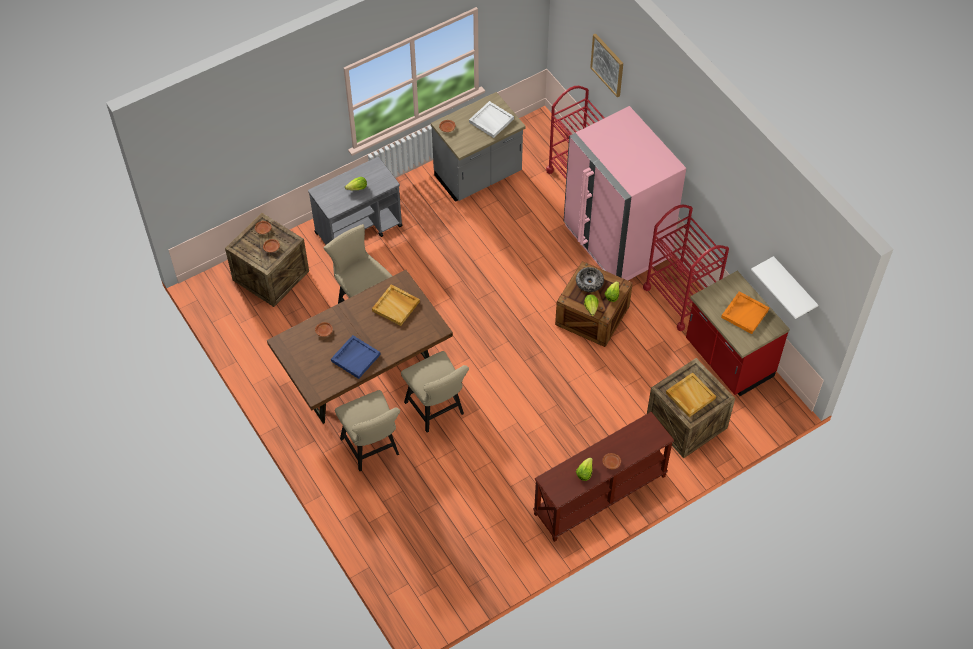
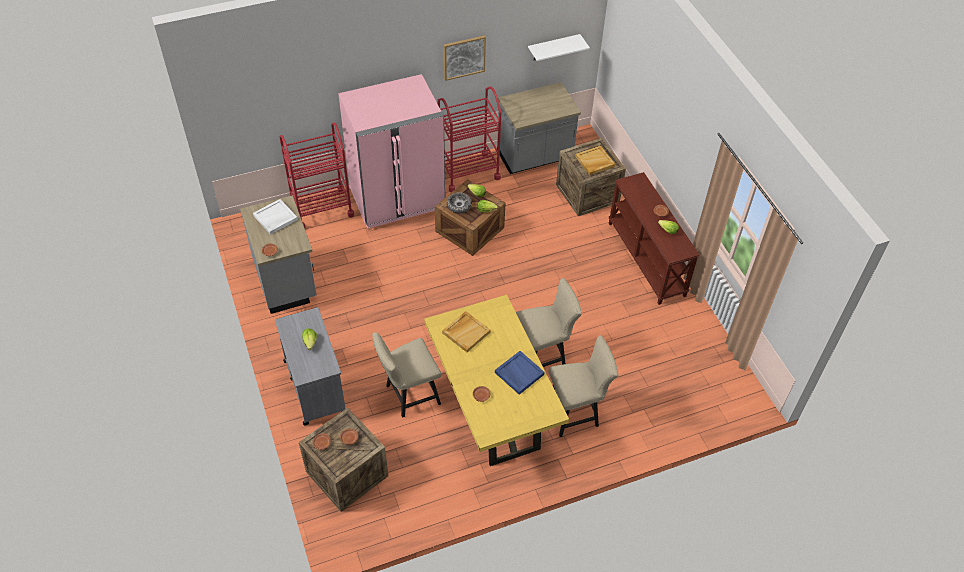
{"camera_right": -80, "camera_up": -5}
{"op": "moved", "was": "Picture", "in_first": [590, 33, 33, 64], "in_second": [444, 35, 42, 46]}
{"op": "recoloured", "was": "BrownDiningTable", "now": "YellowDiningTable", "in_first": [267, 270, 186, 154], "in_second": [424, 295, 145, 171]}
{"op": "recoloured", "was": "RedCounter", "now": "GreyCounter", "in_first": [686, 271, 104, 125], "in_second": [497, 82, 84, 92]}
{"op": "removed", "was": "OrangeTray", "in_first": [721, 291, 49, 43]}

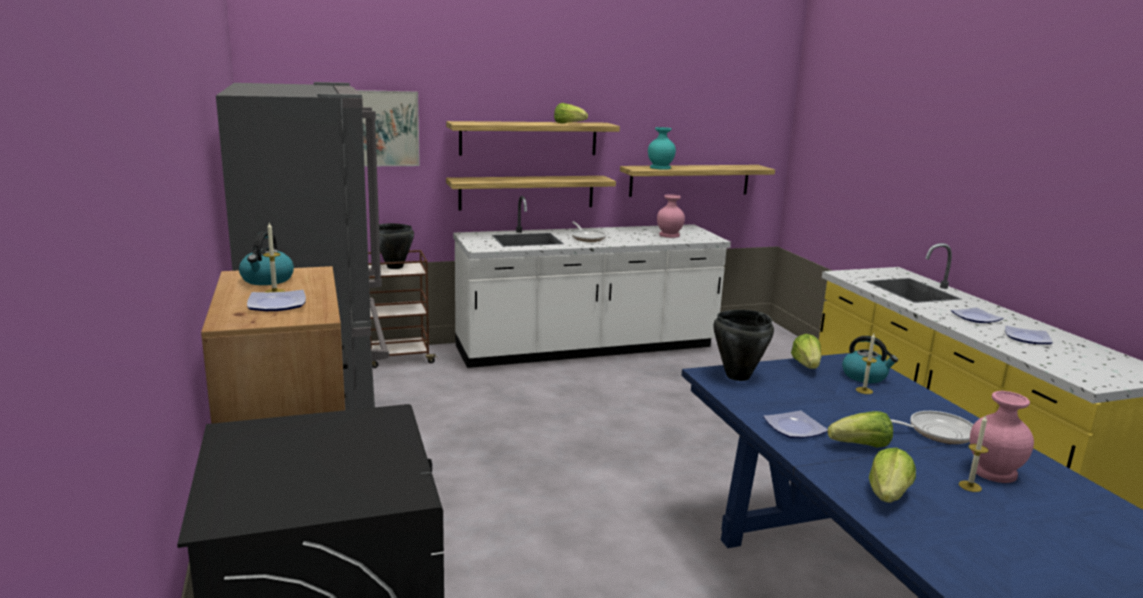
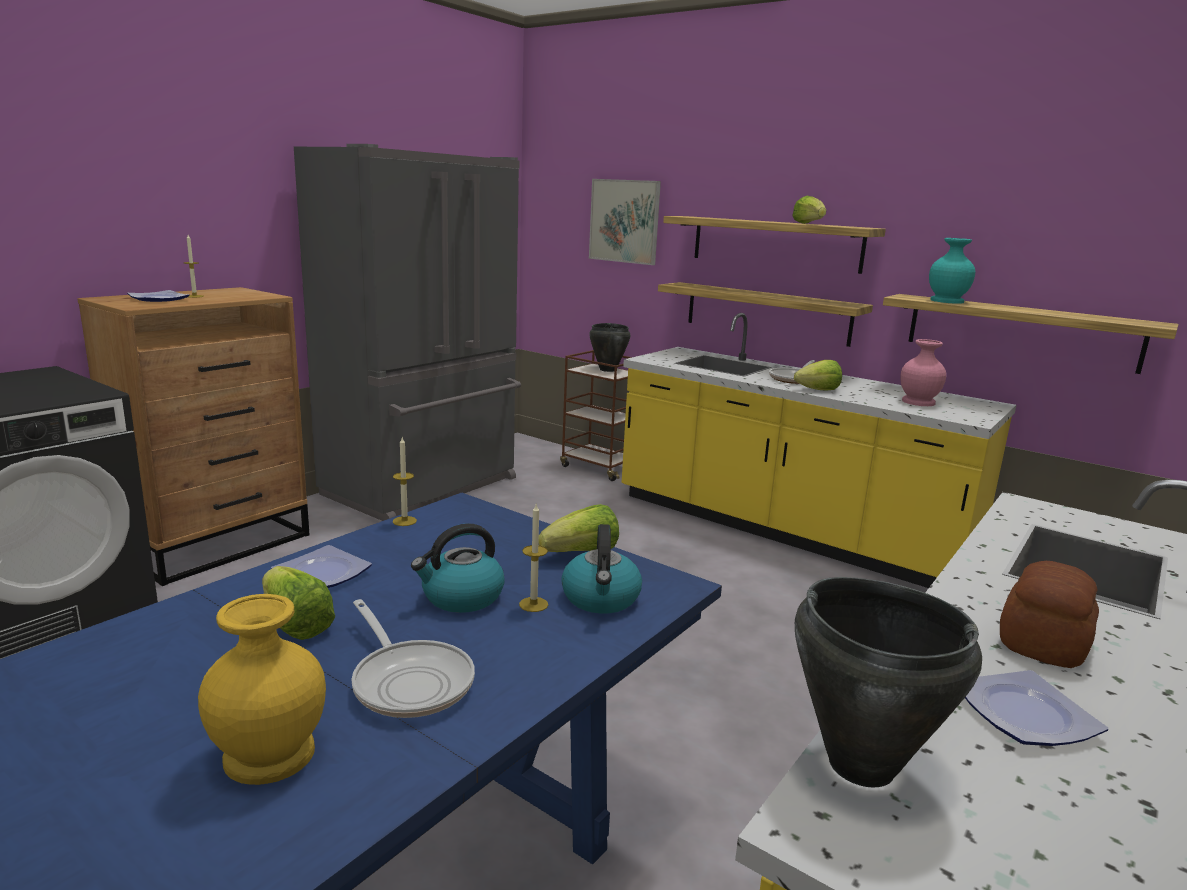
{"camera_right": 55, "camera_up": 0}
{"op": "recoloured", "was": "WhiteCounter", "now": "YellowCounter", "in_first": [453, 196, 278, 172], "in_second": [622, 313, 394, 275]}
{"op": "moved", "was": "Kettle", "in_first": [239, 231, 55, 54], "in_second": [411, 523, 94, 90]}
{"op": "replaced", "was": "Plate", "now": "Bread", "in_first": [951, 308, 52, 15], "in_second": [1000, 561, 99, 107]}
{"op": "moved", "was": "BlackCookingPot", "in_first": [713, 310, 61, 71], "in_second": [795, 577, 187, 211]}
{"op": "recoloured", "was": "PinkVase", "now": "YellowVase", "in_first": [970, 391, 64, 92], "in_second": [198, 594, 128, 191]}
{"op": "moved", "was": "Candle", "in_first": [959, 415, 30, 77], "in_second": [393, 437, 24, 89]}
{"op": "moved", "was": "Lettuce", "in_first": [869, 448, 47, 55], "in_second": [794, 360, 48, 30]}

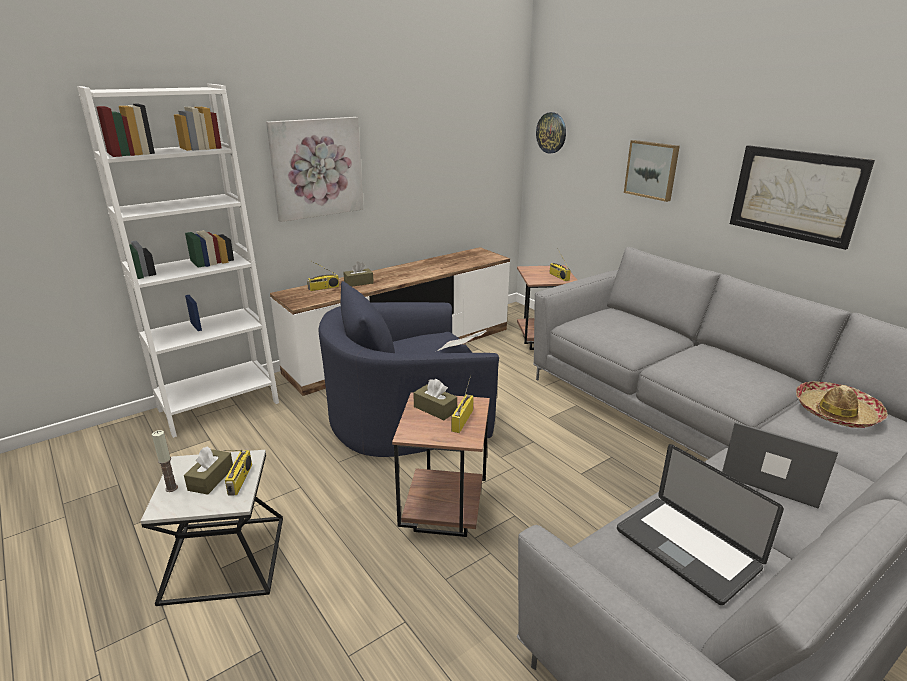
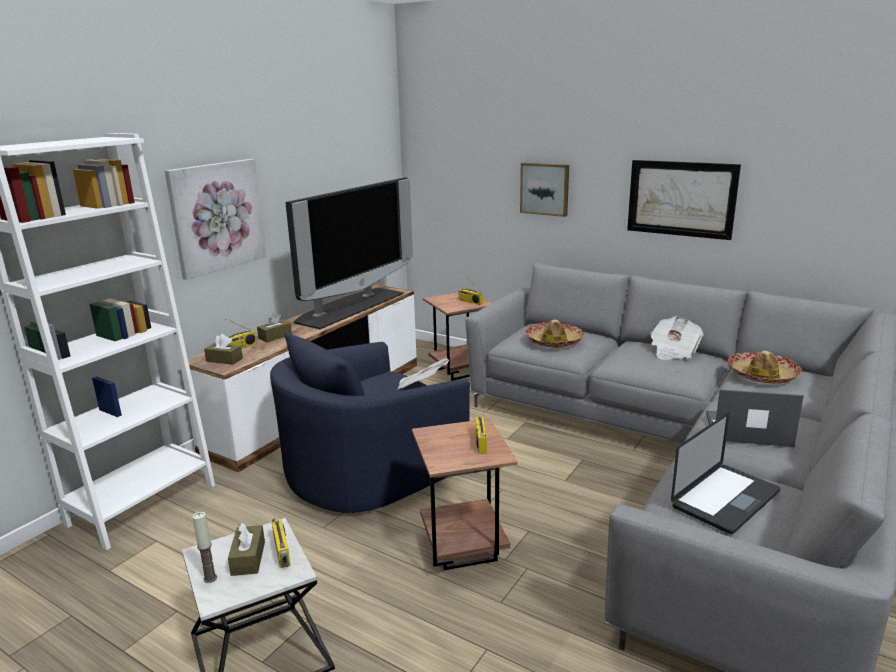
{"camera_right": -20, "camera_up": -5}
{"op": "removed", "was": "WallClock", "in_first": [536, 112, 30, 42]}
{"op": "moved", "was": "BrownTissueBox", "in_first": [413, 379, 44, 41], "in_second": [204, 334, 39, 31]}
{"op": "turned", "was": "Laptop", "in_first": [617, 444, 167, 161], "in_second": [671, 412, 109, 122], "clockwise": -75}
{"op": "added", "now": "Television", "in_second": [286, 177, 127, 152]}
{"op": "added", "now": "Newspaper", "in_second": [650, 316, 53, 44]}
{"op": "added", "now": "Hat", "in_second": [525, 320, 59, 28]}

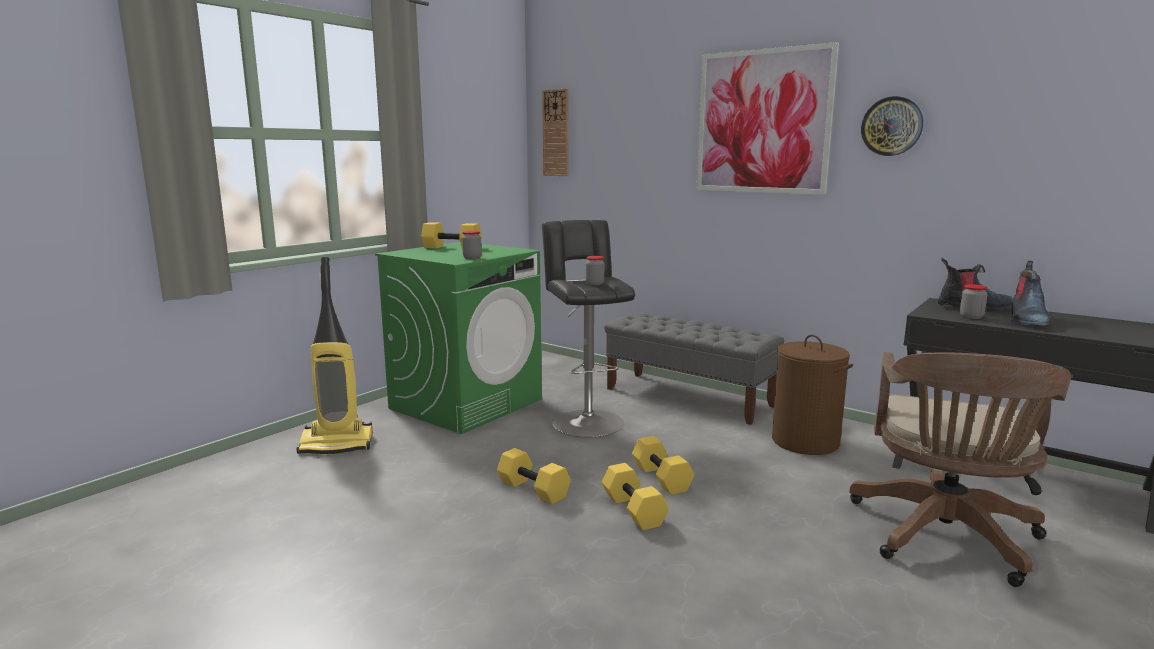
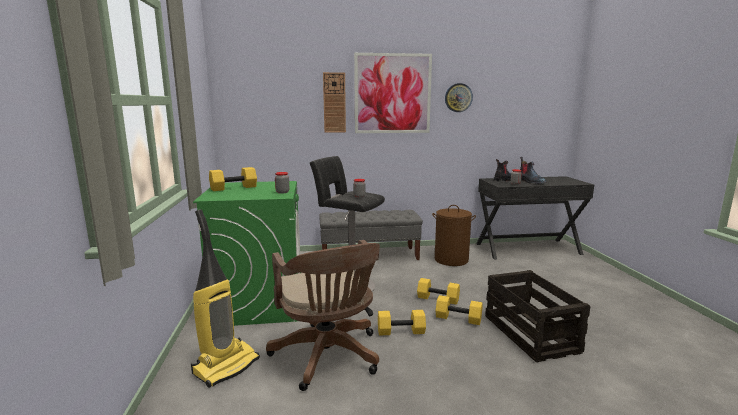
{"camera_right": -45, "camera_up": 0}
{"op": "moved", "was": "WallClock", "in_first": [542, 89, 27, 87], "in_second": [323, 72, 23, 61]}
{"op": "moved", "was": "BrownOfficeChair", "in_first": [849, 352, 222, 235], "in_second": [266, 240, 114, 151]}
{"op": "added", "now": "Crate", "in_second": [485, 270, 106, 92]}

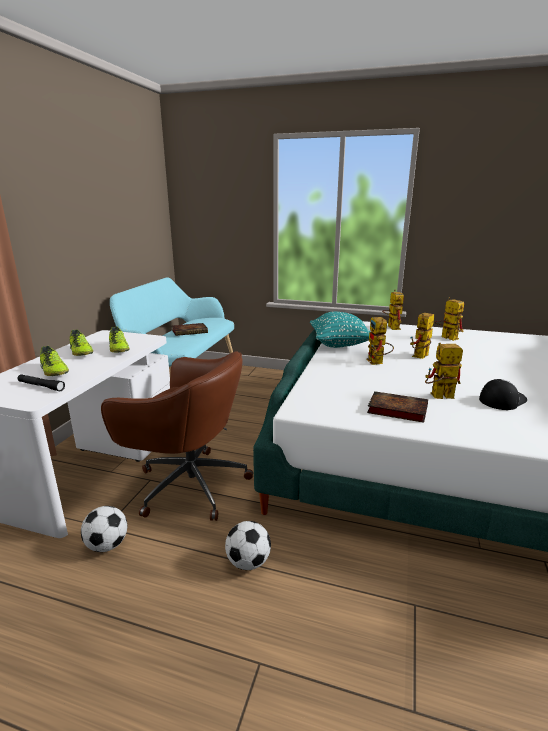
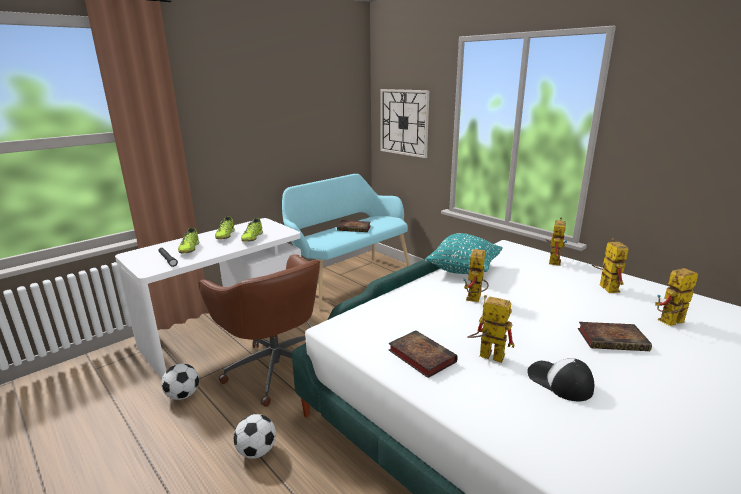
{"camera_right": 30, "camera_up": 0}
{"op": "moved", "was": "ToyRobot", "in_first": [410, 313, 24, 46], "in_second": [655, 268, 43, 58]}
{"op": "turned", "was": "Cap", "in_first": [479, 379, 48, 31], "in_second": [527, 358, 67, 43], "clockwise": -120}
{"op": "added", "now": "WallClock", "in_second": [380, 89, 50, 69]}
{"op": "added", "now": "Book", "in_second": [578, 322, 74, 29]}

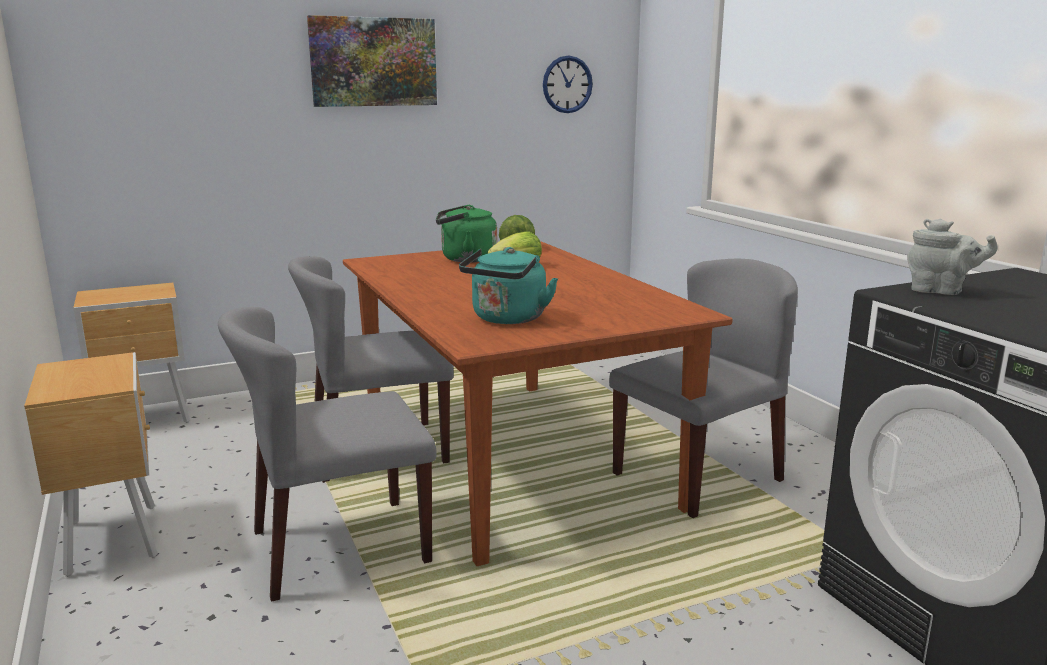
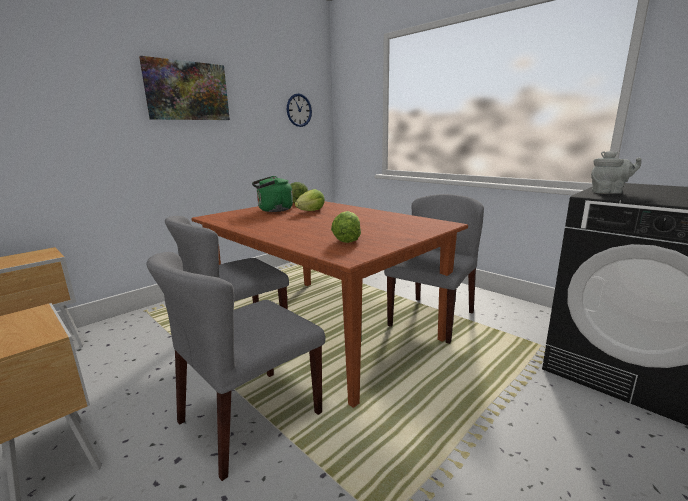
{"camera_right": -20, "camera_up": 0}
{"op": "replaced", "was": "TurquoiseKettle", "now": "Lettuce", "in_first": [459, 247, 99, 77], "in_second": [331, 211, 30, 32]}

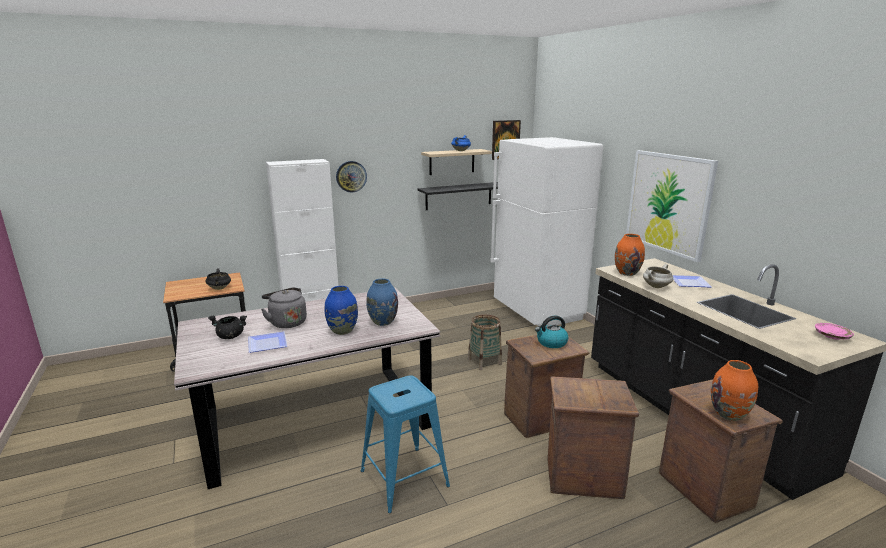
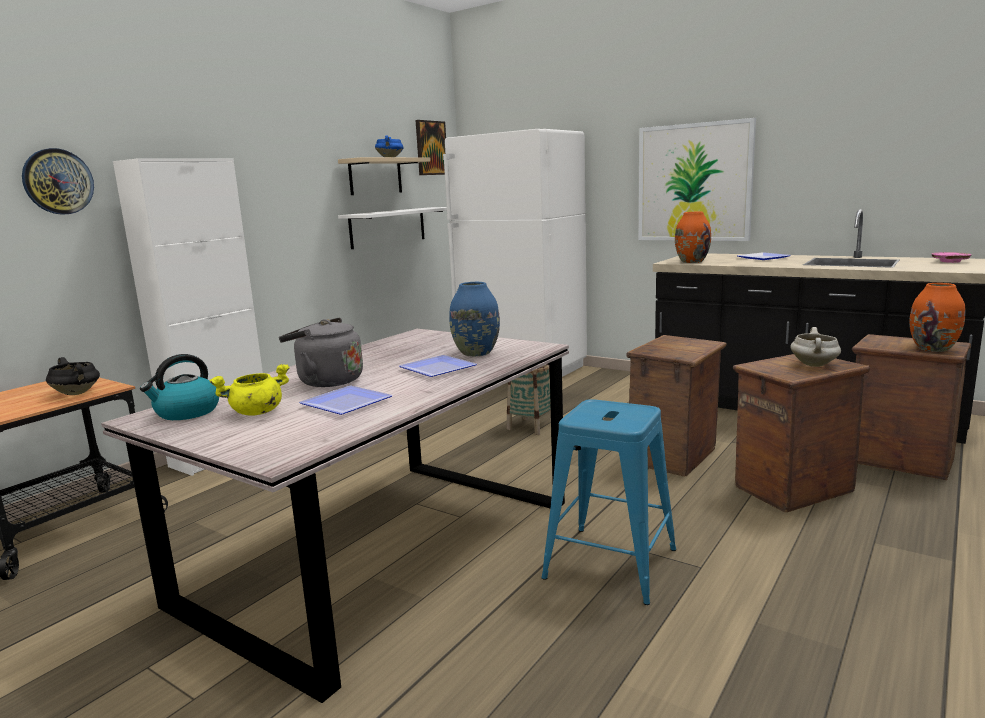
{"camera_right": -30, "camera_up": -5}
{"op": "moved", "was": "WallClock", "in_first": [336, 161, 31, 32], "in_second": [22, 148, 72, 67]}
{"op": "recoloured", "was": "BlackShelf", "now": "WhiteShelf", "in_first": [418, 182, 80, 28], "in_second": [338, 207, 109, 42]}
{"op": "moved", "was": "WhiteCookingPot", "in_first": [643, 264, 30, 24], "in_second": [790, 327, 51, 40]}
{"op": "replaced", "was": "BlueVase", "now": "Plate", "in_first": [325, 286, 33, 49], "in_second": [399, 355, 78, 22]}
{"op": "recoloured", "was": "BlackCookingPot", "now": "YellowCookingPot", "in_first": [208, 315, 39, 24], "in_second": [209, 364, 81, 52]}
{"op": "moved", "was": "Kettle", "in_first": [535, 316, 34, 32], "in_second": [140, 354, 79, 66]}

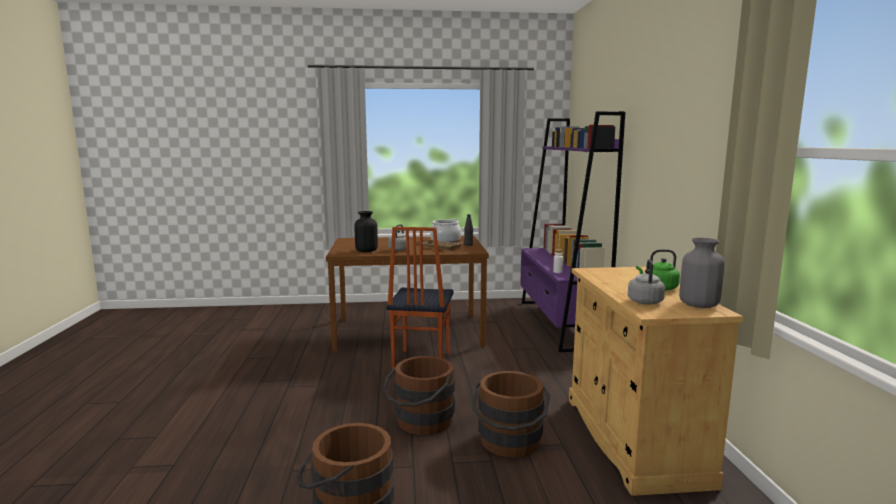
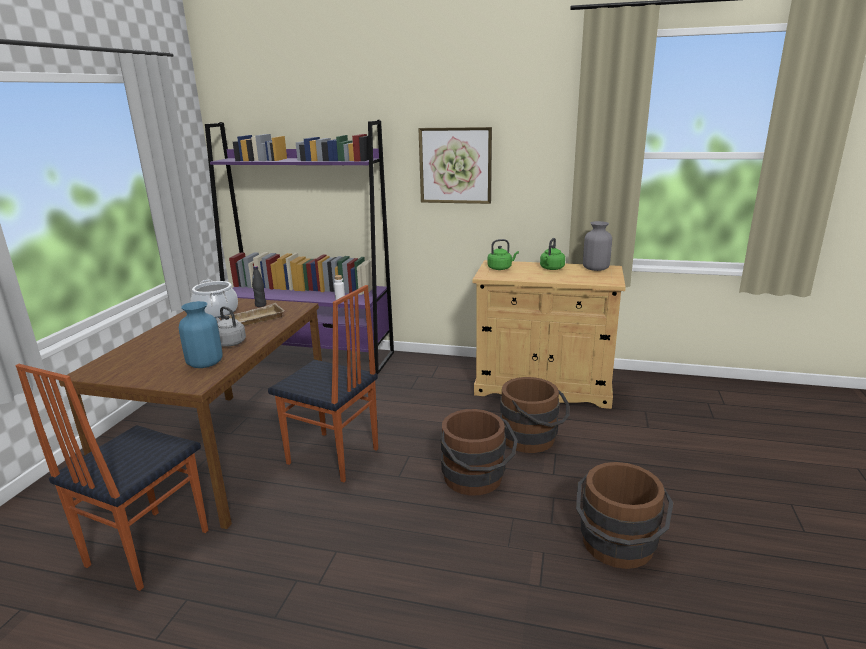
{"camera_right": -70, "camera_up": 10}
{"op": "recoloured", "was": "BlackVase", "now": "BlueVase", "in_first": [354, 211, 24, 41], "in_second": [179, 301, 43, 67]}
{"op": "removed", "was": "GreyKettle", "in_first": [628, 259, 37, 45]}
{"op": "added", "now": "Picture", "in_second": [418, 127, 74, 77]}
{"op": "added", "now": "GreenKettle", "in_second": [487, 239, 32, 31]}
{"op": "added", "now": "Chair", "in_second": [16, 364, 192, 227]}

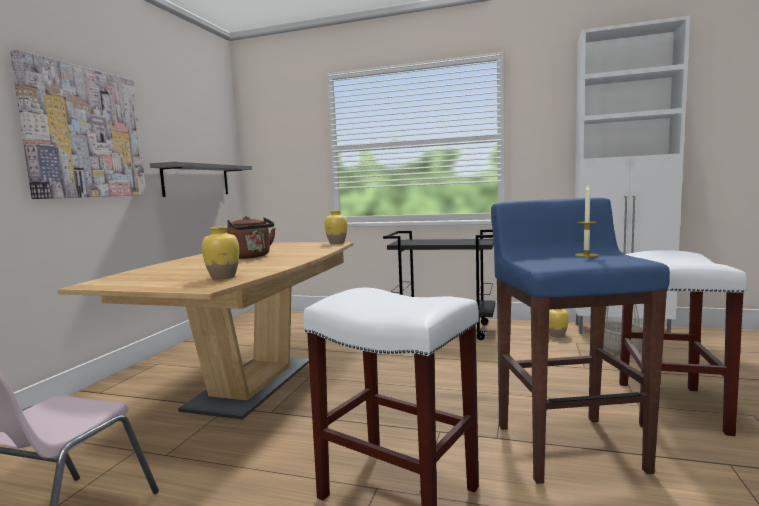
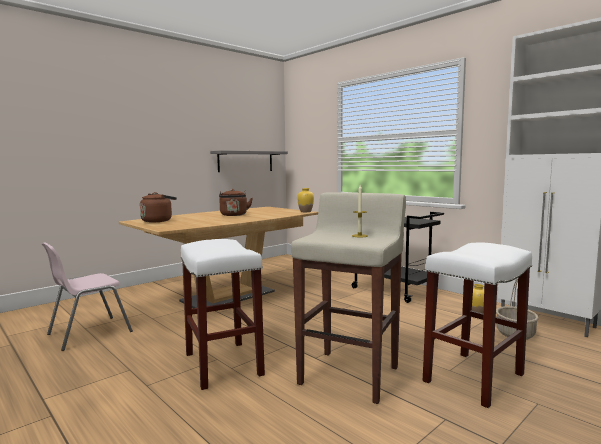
{"camera_right": 30, "camera_up": 0}
{"op": "removed", "was": "Picture", "in_first": [10, 49, 136, 150]}
{"op": "recoloured", "was": "BlueStool", "now": "BeigeStool", "in_first": [491, 198, 179, 286], "in_second": [291, 192, 115, 212]}
{"op": "removed", "was": "YellowVase", "in_first": [202, 226, 37, 53]}
{"op": "added", "now": "BrownKettle", "in_second": [140, 192, 37, 30]}

